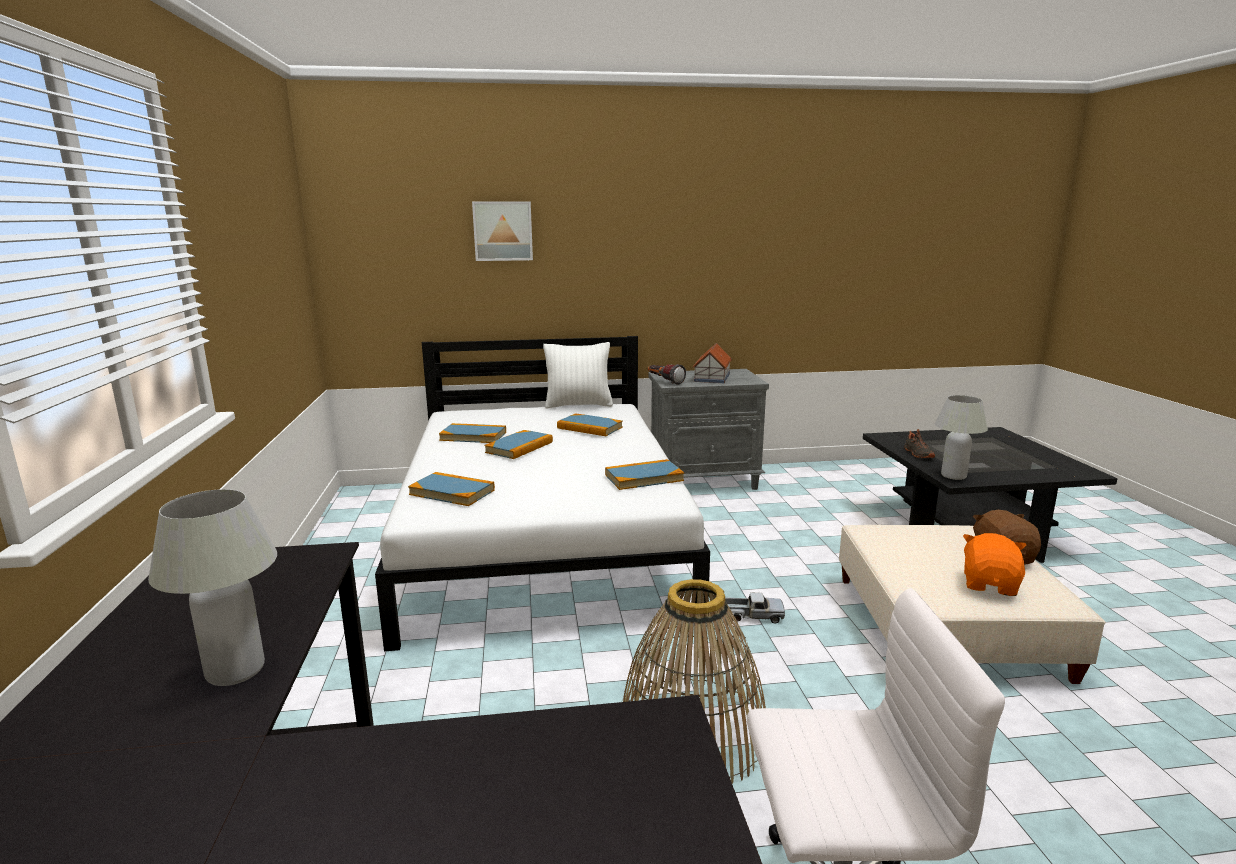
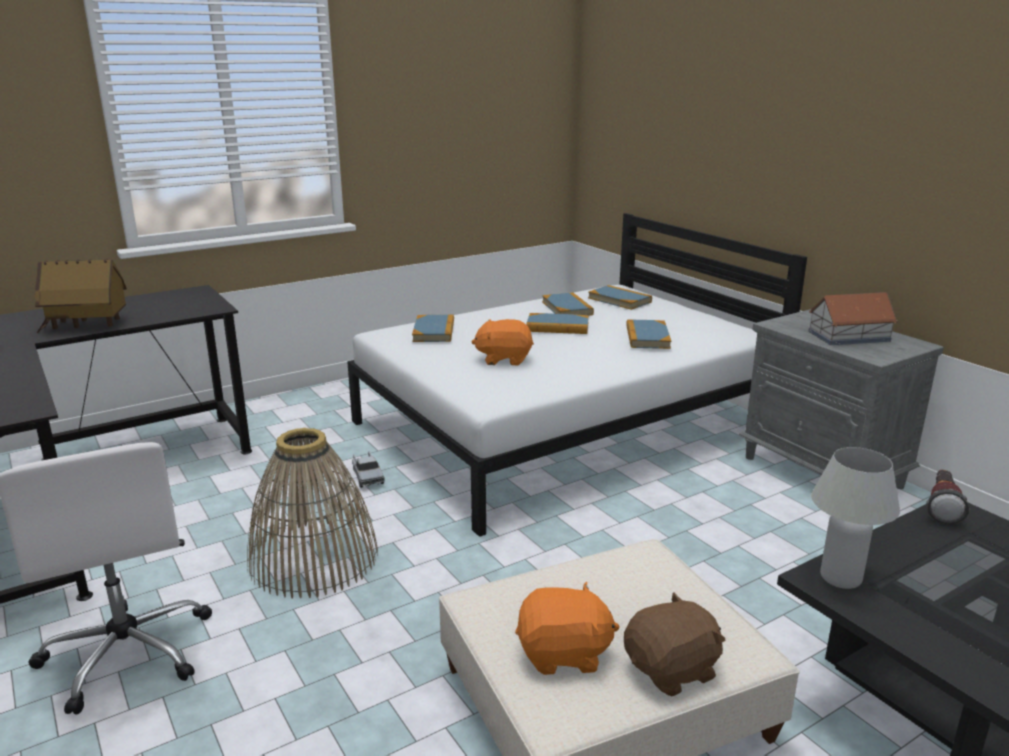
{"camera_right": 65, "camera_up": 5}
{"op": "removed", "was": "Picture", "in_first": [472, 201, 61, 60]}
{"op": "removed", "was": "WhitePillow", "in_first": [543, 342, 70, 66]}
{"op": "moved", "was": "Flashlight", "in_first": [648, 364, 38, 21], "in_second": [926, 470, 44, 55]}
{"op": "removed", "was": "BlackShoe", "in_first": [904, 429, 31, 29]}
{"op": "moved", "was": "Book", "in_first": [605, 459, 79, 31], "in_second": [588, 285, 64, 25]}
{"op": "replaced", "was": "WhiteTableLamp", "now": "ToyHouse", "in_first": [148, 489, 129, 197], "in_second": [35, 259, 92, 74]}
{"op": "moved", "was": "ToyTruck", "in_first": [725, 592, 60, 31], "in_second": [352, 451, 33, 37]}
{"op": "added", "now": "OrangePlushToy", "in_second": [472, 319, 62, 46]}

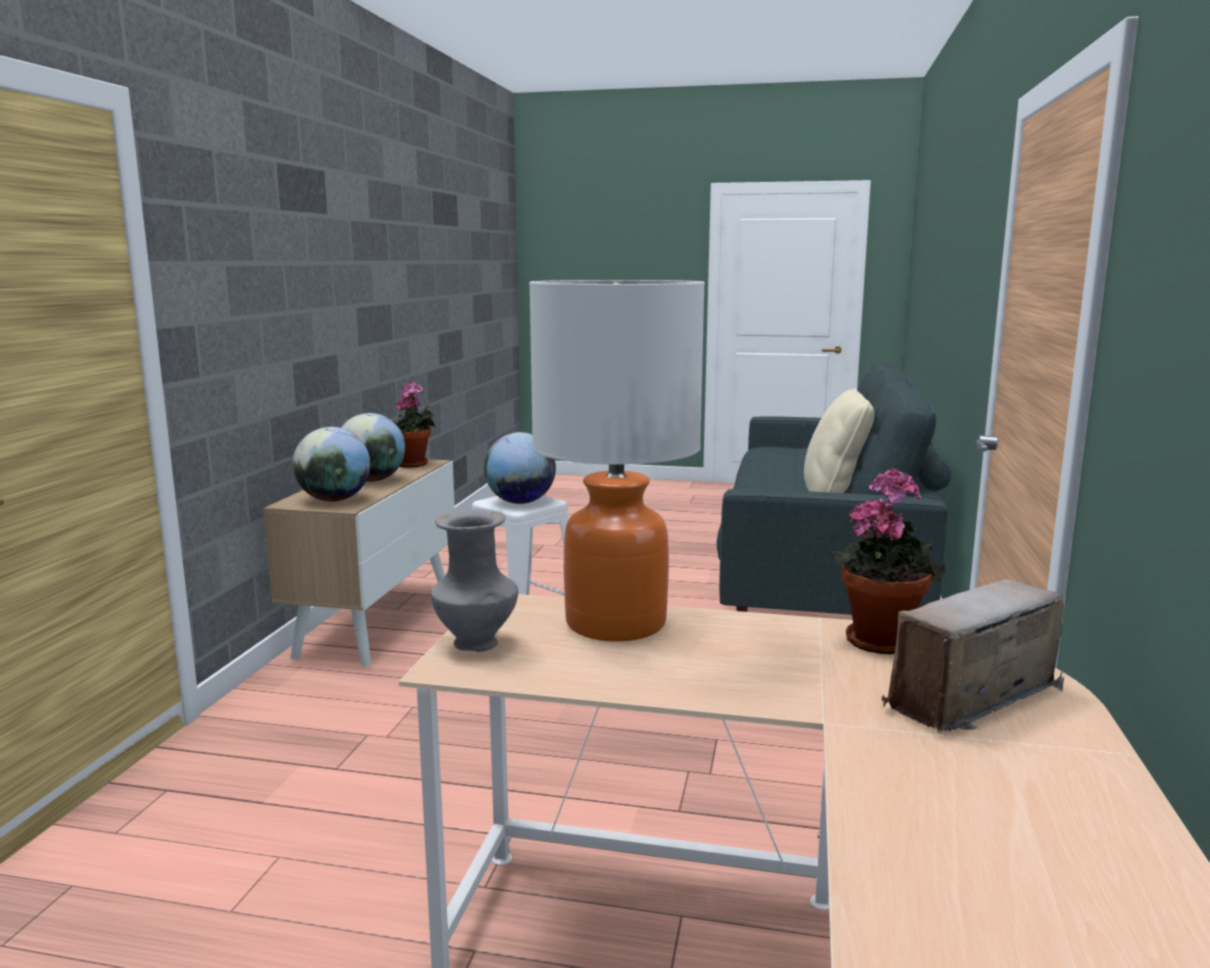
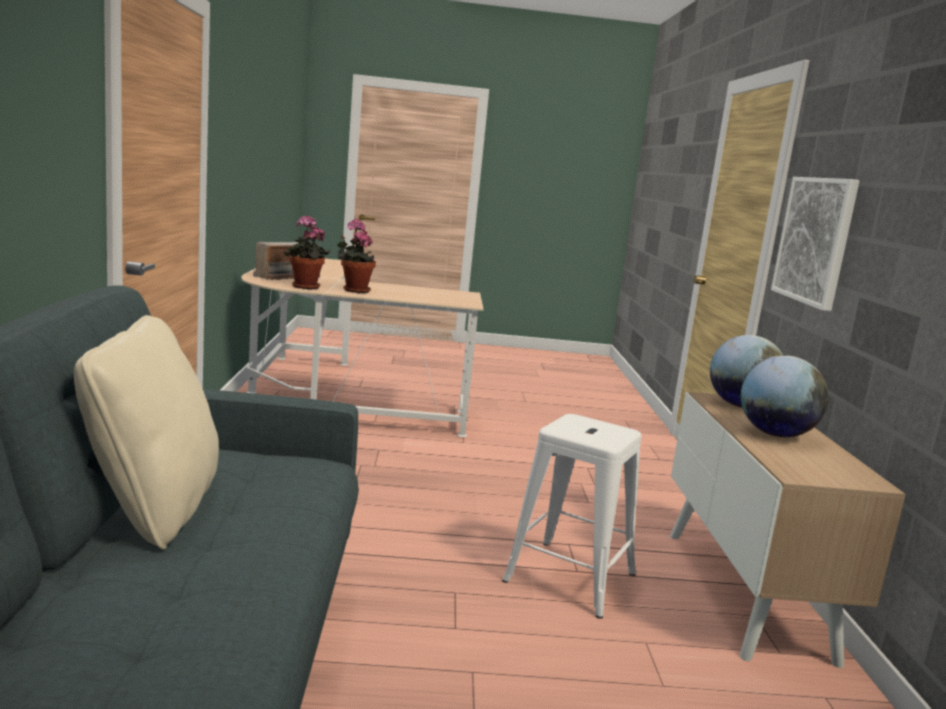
{"camera_right": 165, "camera_up": 0}
{"op": "removed", "was": "TableLamp", "in_first": [529, 280, 176, 362]}
{"op": "moved", "was": "PottedPlant", "in_first": [393, 381, 42, 87], "in_second": [337, 219, 39, 74]}
{"op": "removed", "was": "Globe", "in_first": [484, 432, 72, 72]}
{"op": "removed", "was": "GreyVase", "in_first": [431, 509, 87, 143]}
{"op": "added", "now": "Picture", "in_second": [771, 177, 89, 134]}

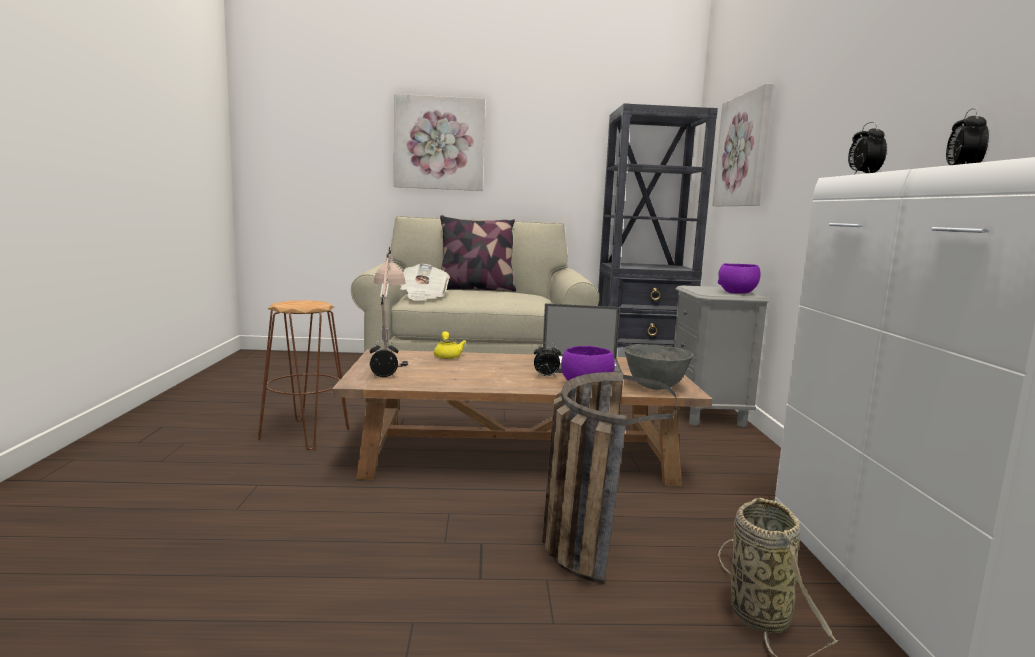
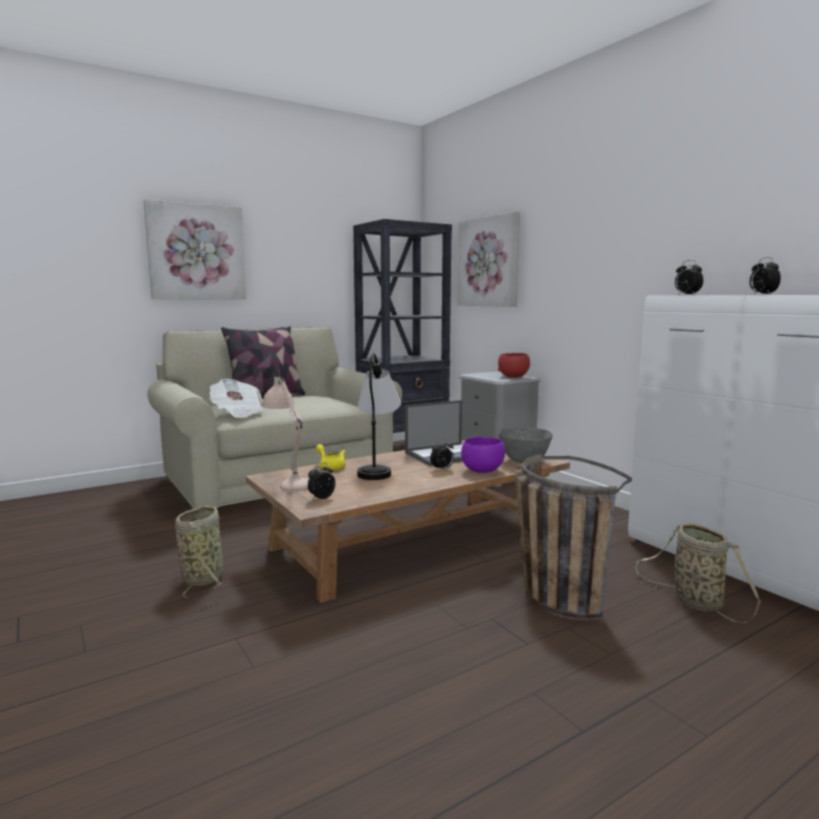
{"camera_right": -30, "camera_up": 0}
{"op": "recoloured", "was": "PurpleBowl", "now": "RedBowl", "in_first": [718, 263, 42, 31], "in_second": [498, 353, 32, 24]}
{"op": "replaced", "was": "BrownStool", "now": "Basket", "in_first": [258, 300, 91, 150], "in_second": [175, 506, 48, 92]}
{"op": "added", "now": "TableLamp", "in_second": [357, 352, 44, 128]}

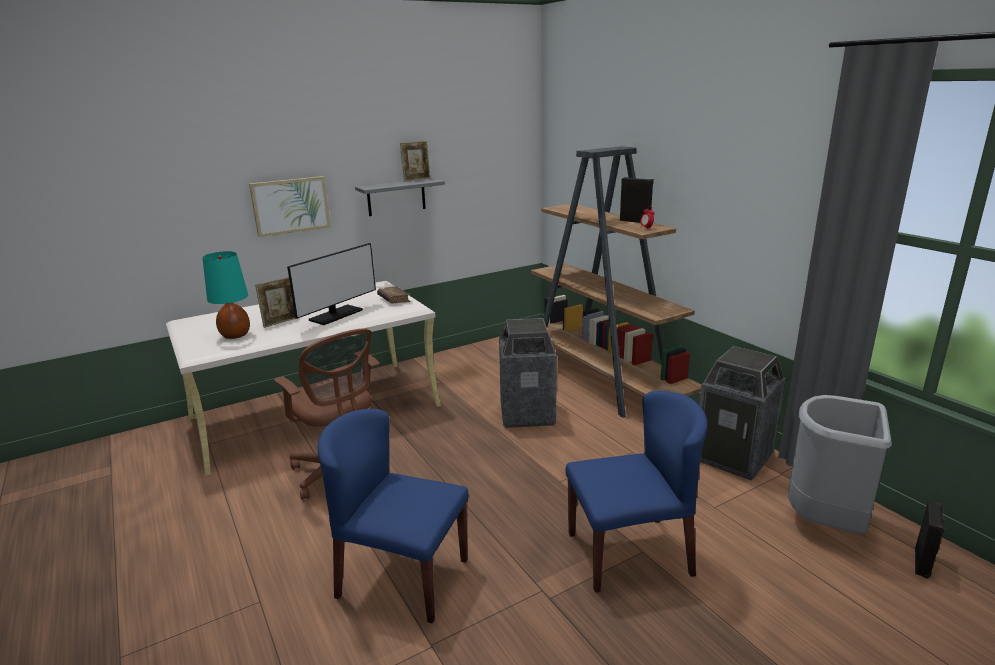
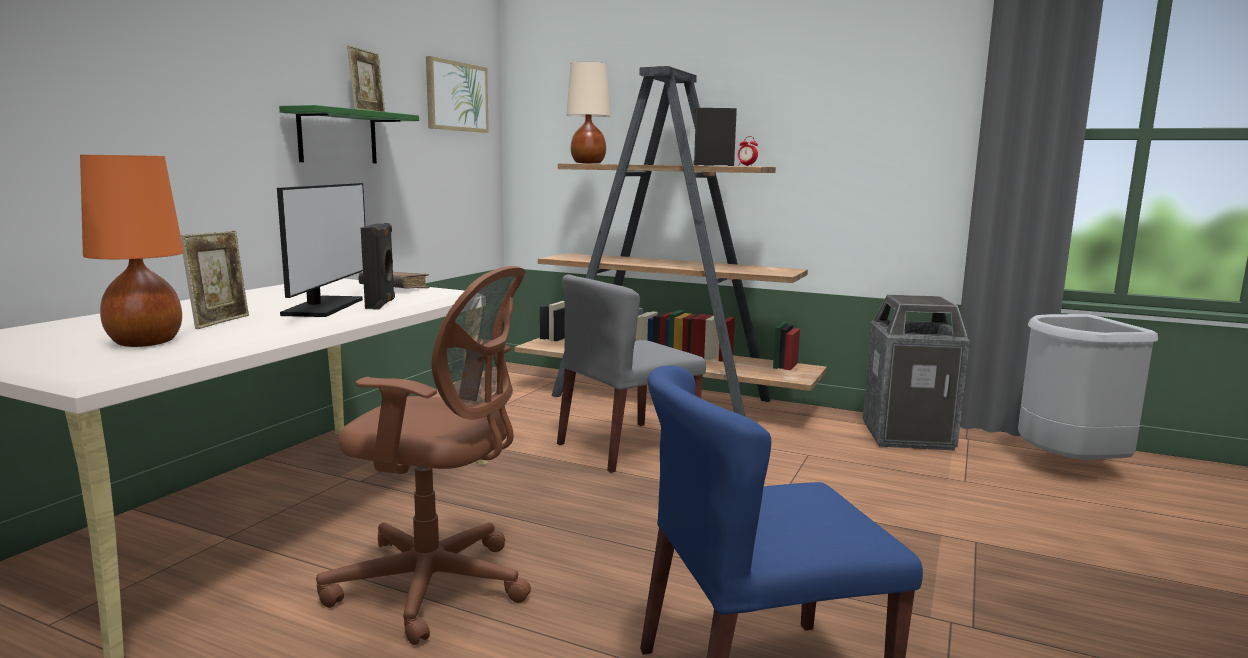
{"camera_right": -35, "camera_up": -10}
{"op": "moved", "was": "Picture", "in_first": [249, 176, 82, 61], "in_second": [426, 56, 63, 77]}
{"op": "recoloured", "was": "GreyShelf", "now": "GreenShelf", "in_first": [355, 178, 90, 38], "in_second": [279, 105, 140, 58]}
{"op": "recoloured", "was": "TurquoiseTableLamp", "now": "OrangeTableLamp", "in_first": [202, 251, 48, 88], "in_second": [80, 155, 104, 192]}
{"op": "replaced", "was": "TrashCan", "now": "GreyChair", "in_first": [499, 318, 58, 110], "in_second": [557, 274, 149, 199]}
{"op": "removed", "was": "BlueChair", "in_first": [565, 390, 142, 203]}
{"op": "moved", "was": "BlackSpeaker", "in_first": [915, 501, 30, 78], "in_second": [361, 223, 34, 87]}
{"op": "added", "now": "BeigeTableLamp", "in_second": [566, 61, 44, 103]}

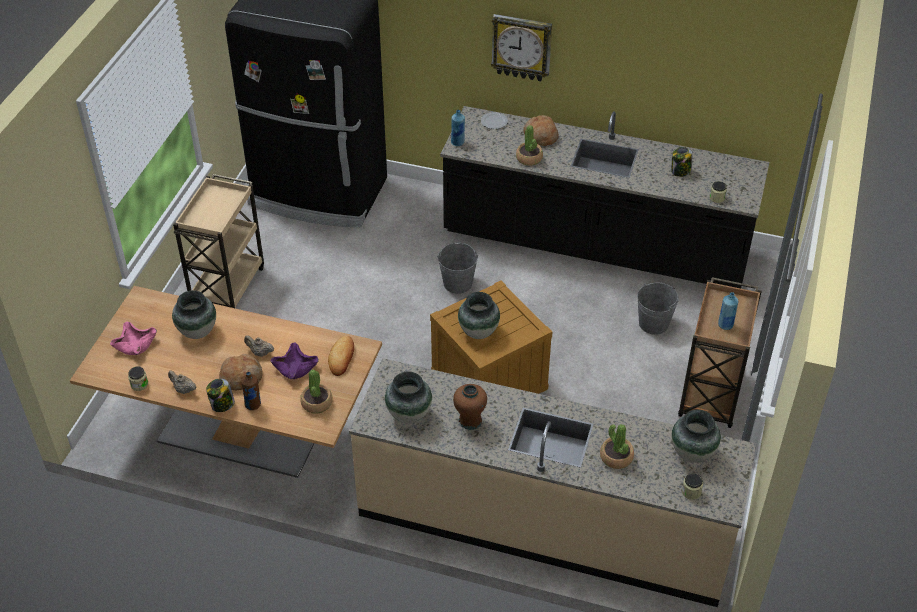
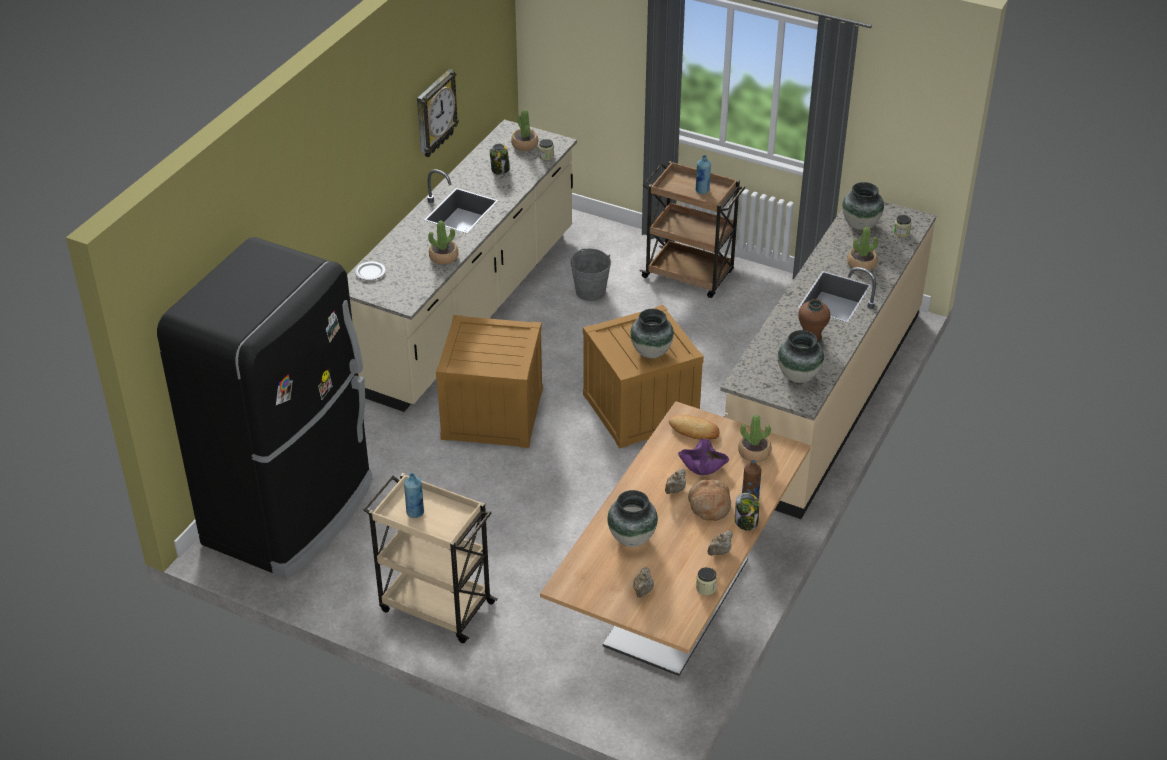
{"camera_right": -80, "camera_up": -5}
{"op": "moved", "was": "WallClock", "in_first": [491, 14, 61, 67], "in_second": [417, 69, 42, 88]}
{"op": "recoloured", "was": "BlackCounter", "now": "BeigeCounter", "in_first": [440, 106, 329, 182], "in_second": [347, 120, 230, 292]}
{"op": "moved", "was": "BlueBottle", "in_first": [451, 110, 14, 36], "in_second": [404, 473, 20, 45]}
{"op": "removed", "was": "Bread", "in_first": [523, 115, 36, 31]}
{"op": "replaced", "was": "GreyBucket", "now": "Crate", "in_first": [437, 242, 41, 52], "in_second": [436, 315, 107, 133]}
{"op": "replaced", "was": "PinkBowl", "now": "BeigeTeapot", "in_first": [110, 321, 47, 34], "in_second": [633, 567, 21, 31]}
{"op": "added", "now": "PottedPlant", "in_second": [511, 110, 27, 41]}

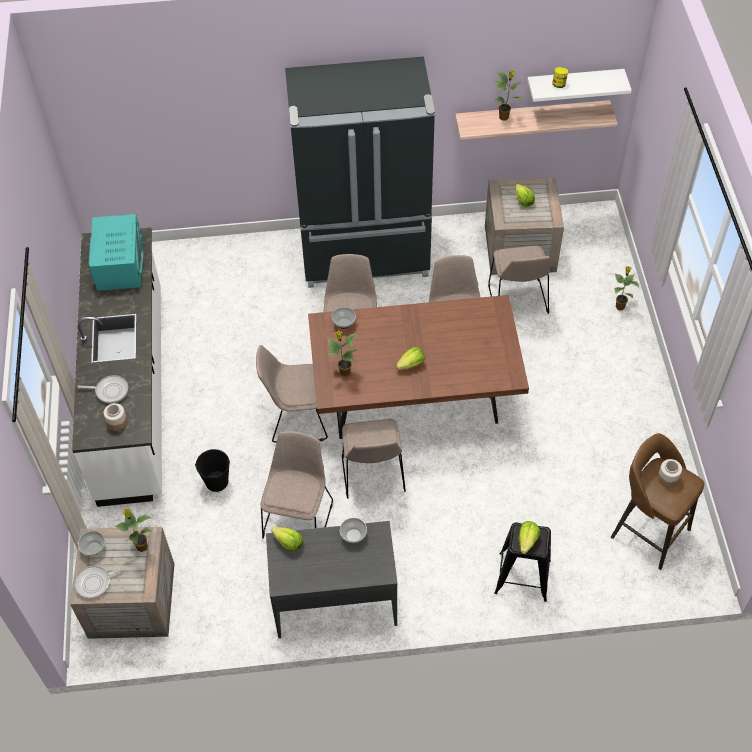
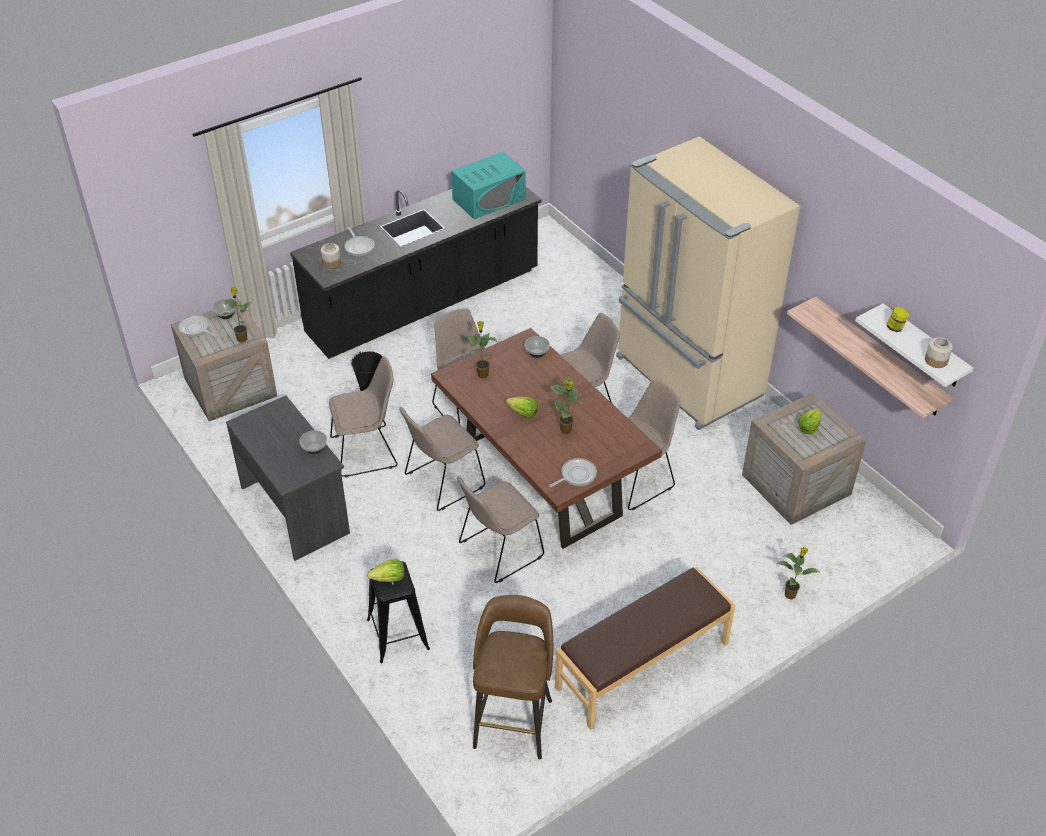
{"camera_right": 60, "camera_up": -10}
{"op": "recoloured", "was": "BlackFridge", "now": "BeigeFridge", "in_first": [285, 56, 150, 232], "in_second": [616, 136, 184, 294]}
{"op": "moved", "was": "PottedPlant", "in_first": [494, 70, 29, 51], "in_second": [550, 376, 34, 58]}
{"op": "recoloured", "was": "WhiteCounter", "now": "BlackCounter", "in_first": [72, 227, 90, 280], "in_second": [290, 186, 251, 173]}
{"op": "moved", "was": "BeigeChair", "in_first": [488, 246, 62, 68], "in_second": [457, 476, 87, 107]}
{"op": "moved", "was": "Jar", "in_first": [658, 459, 24, 28], "in_second": [925, 337, 28, 31]}
{"op": "removed", "was": "Lettuce", "in_first": [271, 527, 33, 24]}
{"op": "added", "now": "FryingPan", "in_second": [549, 458, 48, 30]}
{"op": "added", "now": "BrownBench", "in_second": [555, 567, 181, 163]}

